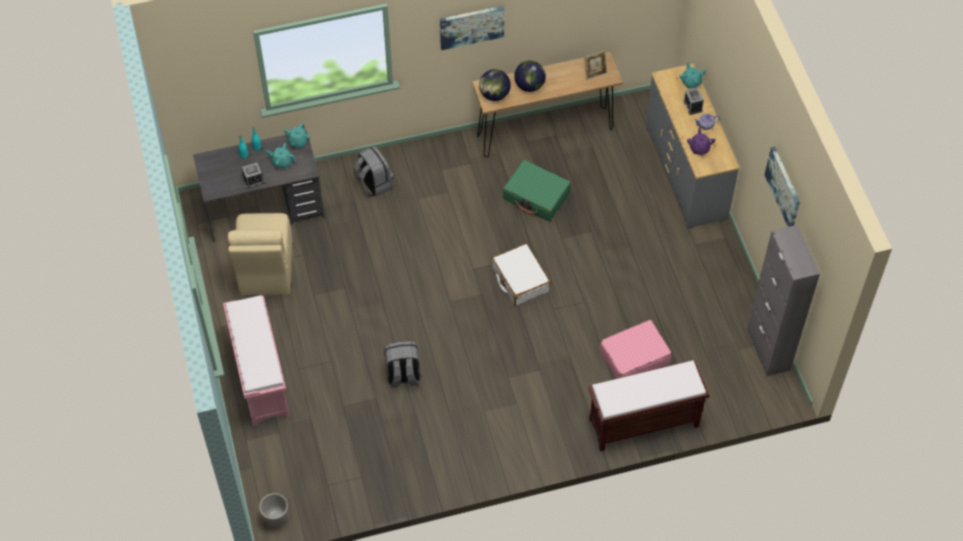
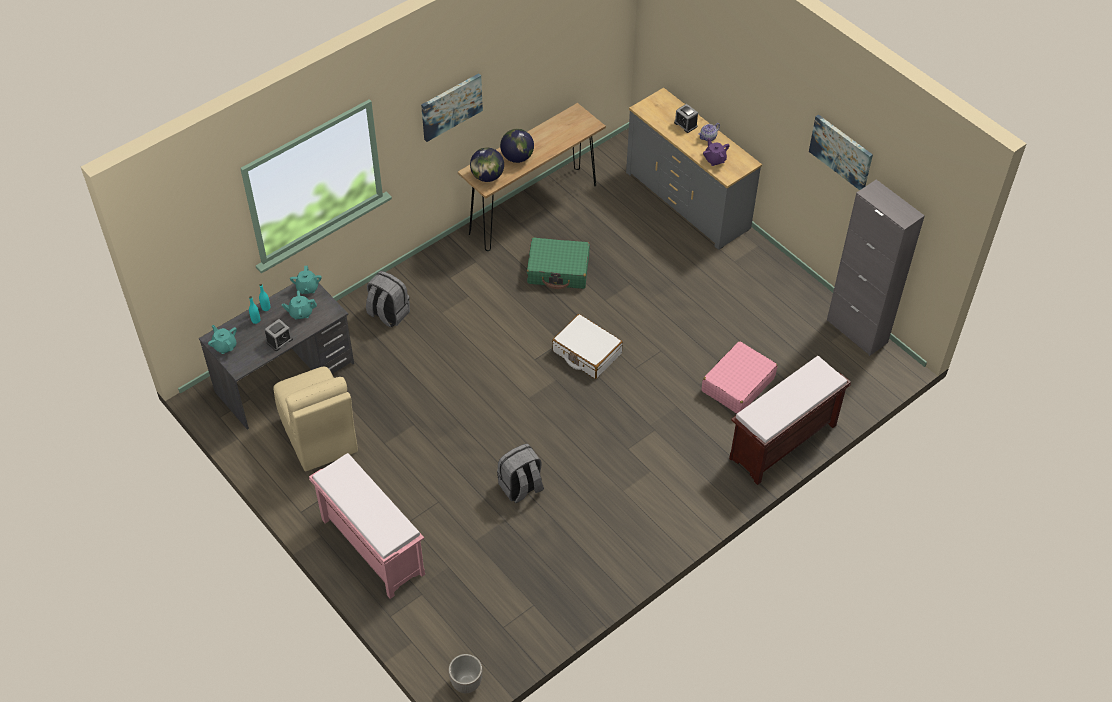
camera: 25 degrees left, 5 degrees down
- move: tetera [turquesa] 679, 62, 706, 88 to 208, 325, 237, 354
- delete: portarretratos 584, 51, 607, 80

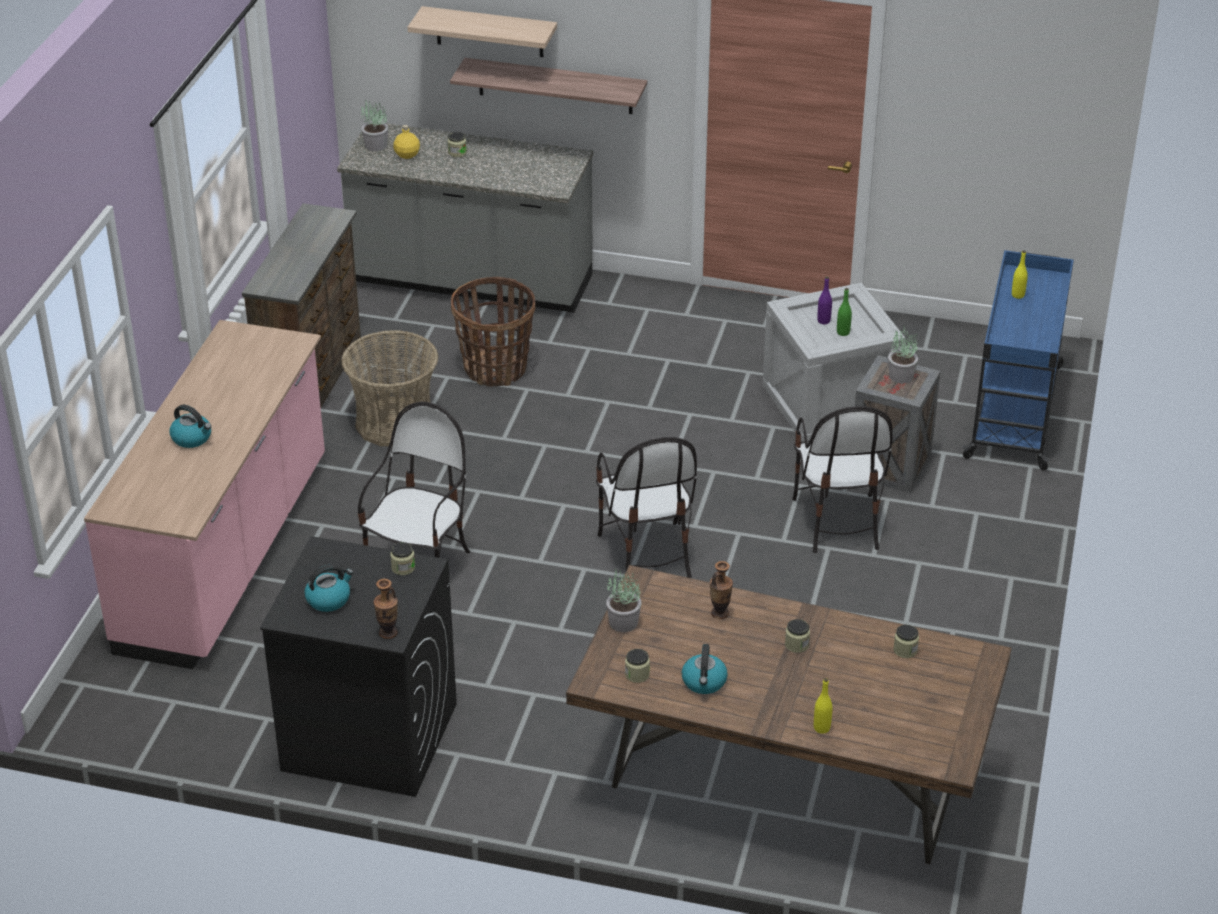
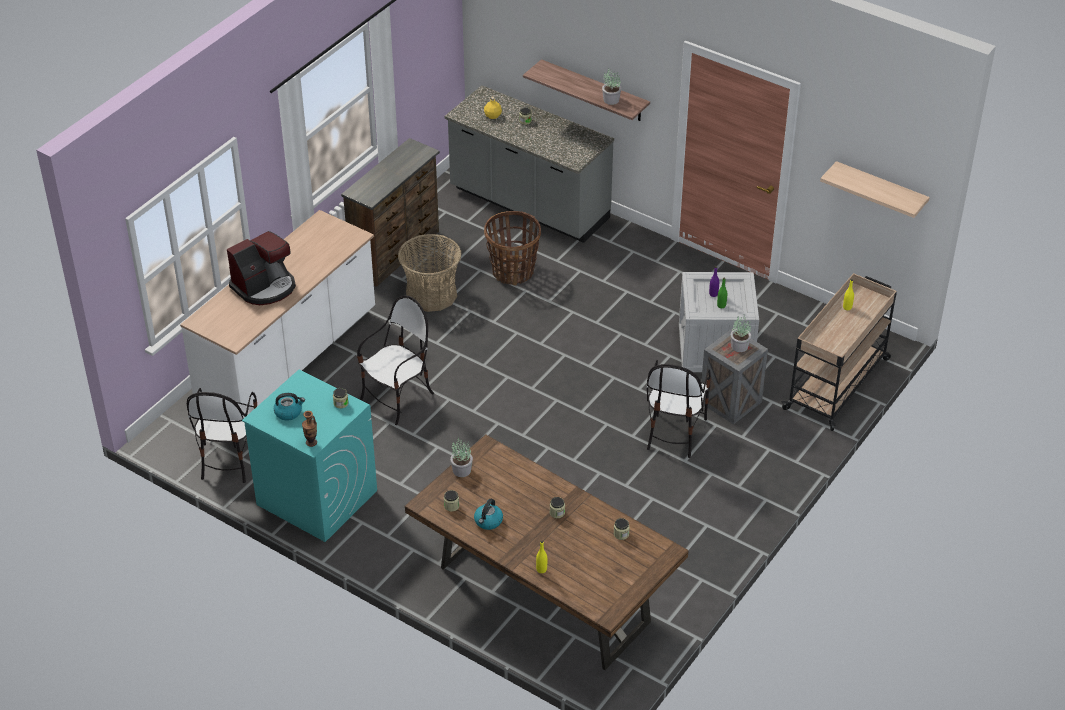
camera: 20 degrees right, 5 degrees up
- recolor: mueble bajo de cocina [rosa] 84, 320, 325, 669 to mueble bajo de cocina [blanco] 180, 210, 375, 406
- move: silla 596, 437, 697, 578 to 187, 388, 257, 483
- replace: hervidor 170, 405, 211, 448 to cafetera 227, 231, 296, 305
- recolor: lavadora [negro] 260, 536, 457, 797 to lavadora [turquesa] 242, 369, 377, 542
- move: planta en maceta 361, 100, 388, 151 to 602, 68, 621, 105
- recolor: carrito [azul] 962, 250, 1074, 471 to carrito [beis] 781, 273, 897, 431
- move: estante 408, 6, 557, 57 to 820, 161, 930, 218
- delete: florero 710, 561, 733, 619

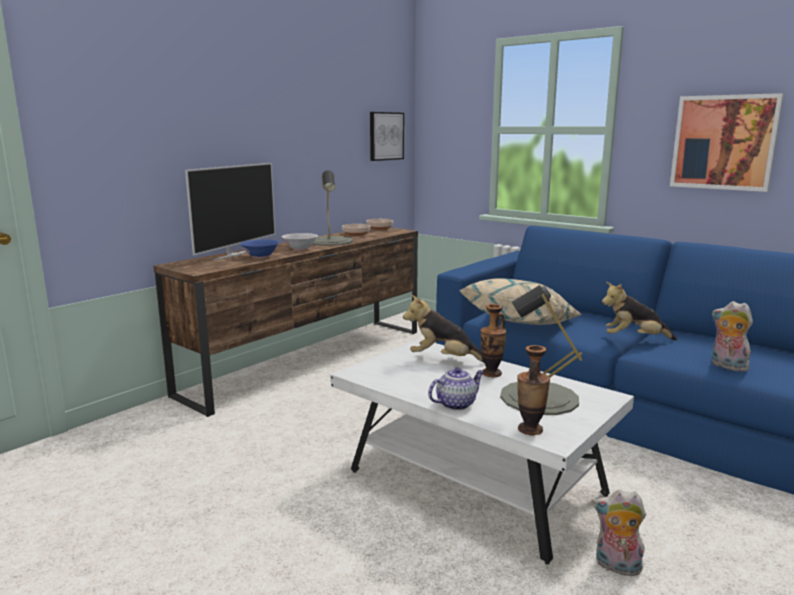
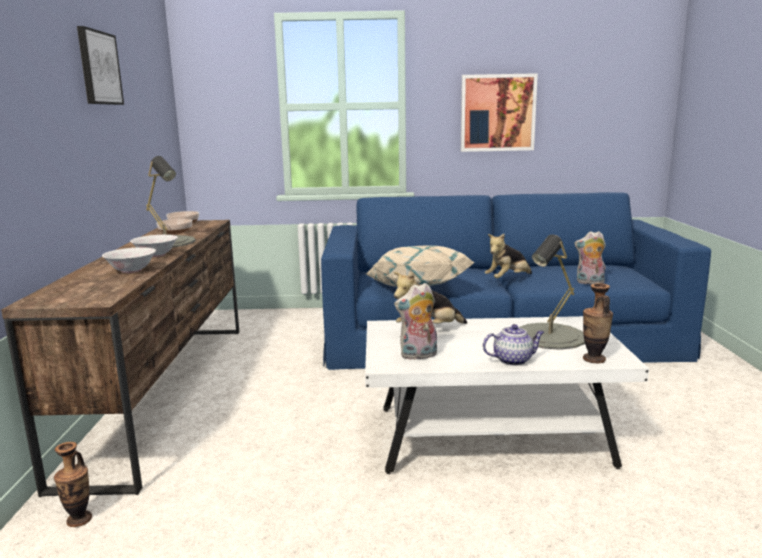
camera: 40 degrees left, 0 degrees up
- move: florero 480, 304, 507, 377 to 54, 442, 92, 527
- move: cuadro 370, 112, 404, 161 to 77, 26, 124, 105
- recolor: cuenco [azul] 240, 240, 279, 258 to cuenco [blanco] 102, 247, 156, 273
- move: peluche 593, 489, 646, 576 to 394, 283, 437, 360
- rotate: tetera 428, 367, 484, 410 = 483, 324, 544, 366 60 degrees clockwise
- delete: televisor 185, 163, 275, 261

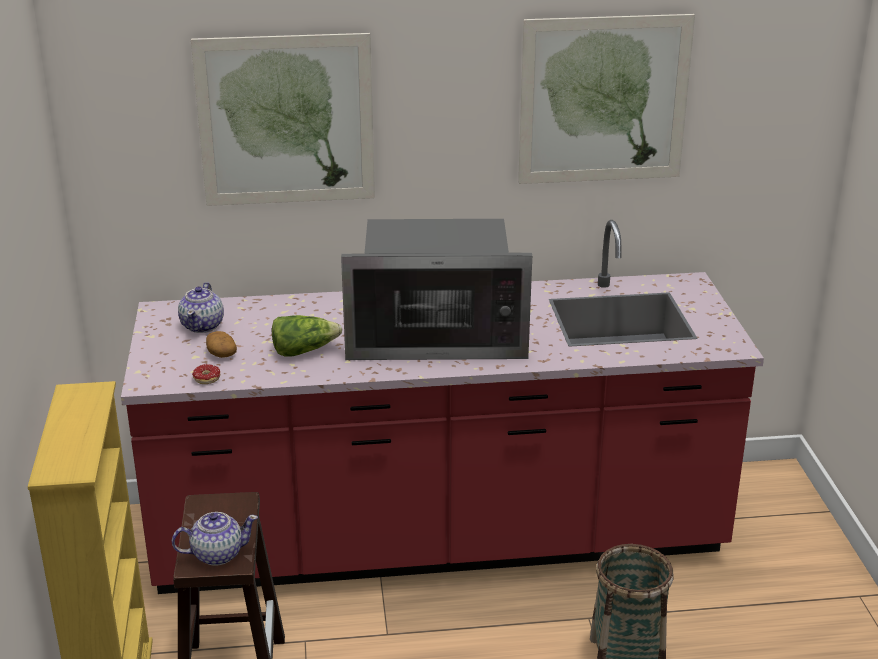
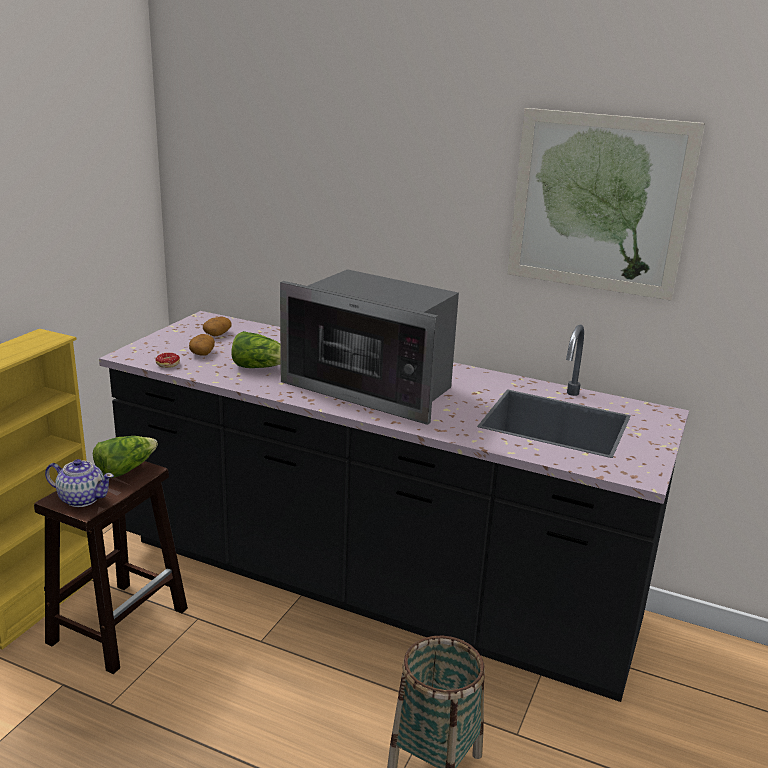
camera: 30 degrees right, 5 degrees down
- insert: lechuga 93, 436, 158, 478
- recolor: mueble bajo de cocina [rojo] 121, 220, 764, 594 to mueble bajo de cocina [negro] 99, 311, 689, 702
- replace: tetera 178, 282, 224, 333 to patata 203, 317, 232, 336
- delete: cuadro 191, 33, 375, 206

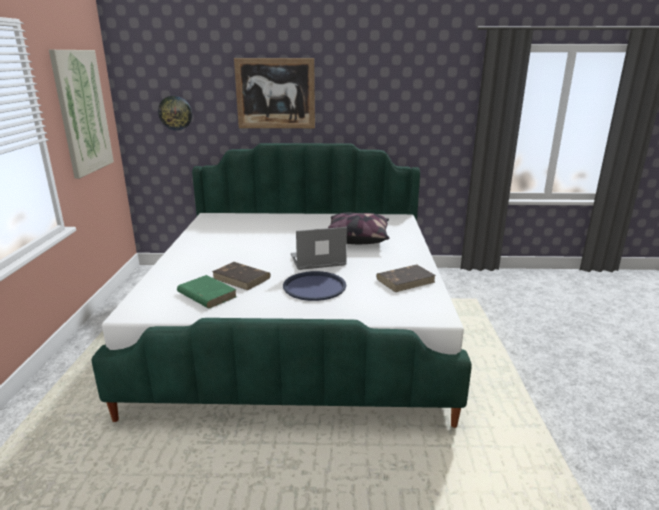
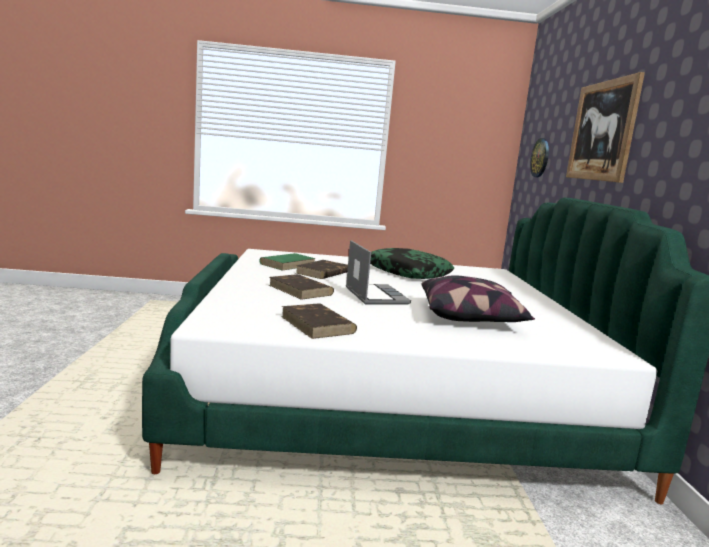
camera: 85 degrees right, 10 degrees down
- replace: bandeja [azul] 283, 271, 346, 301 to libro [marrón] 269, 274, 334, 300
- insert: cojín 370, 248, 454, 279
- delete: cuadro 49, 50, 114, 179

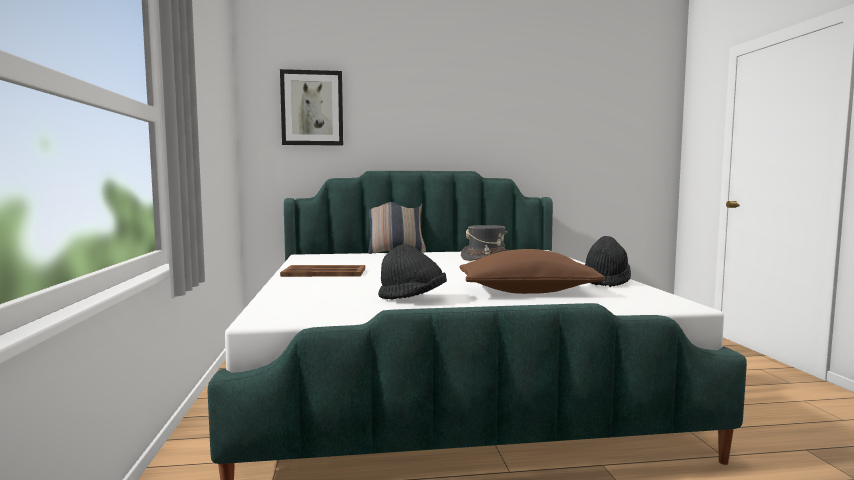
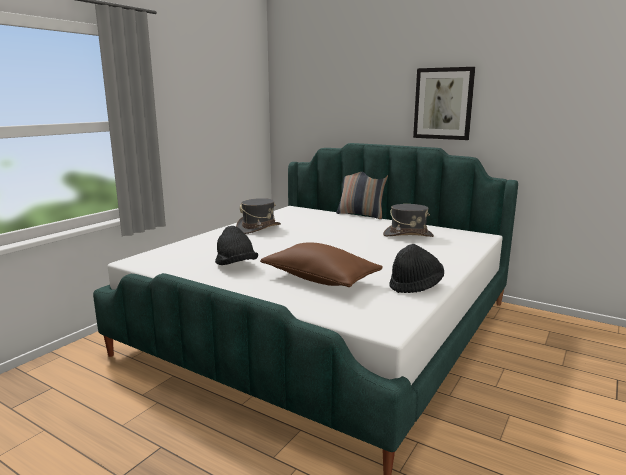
camera: 40 degrees right, 10 degrees up
- replace: bandeja [marrón] 280, 265, 365, 277 to sombrero [gris] 236, 198, 281, 234
- move: cuadro 280, 69, 343, 146 to 413, 67, 475, 140

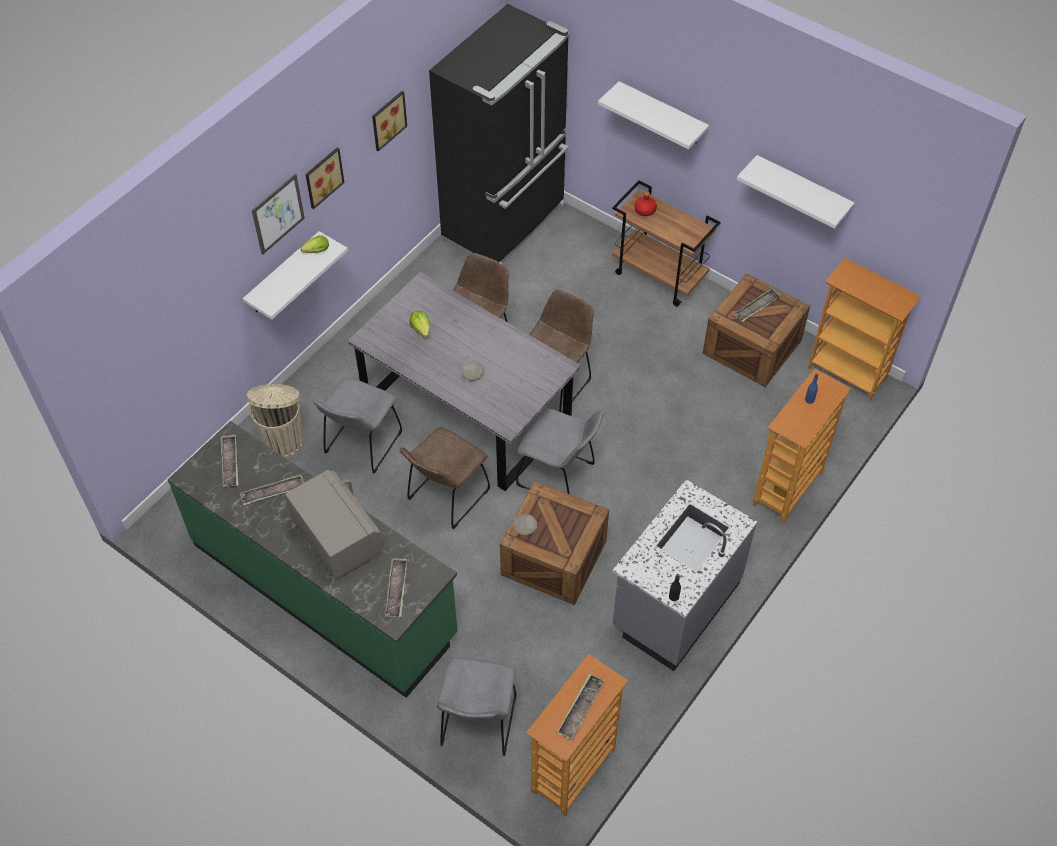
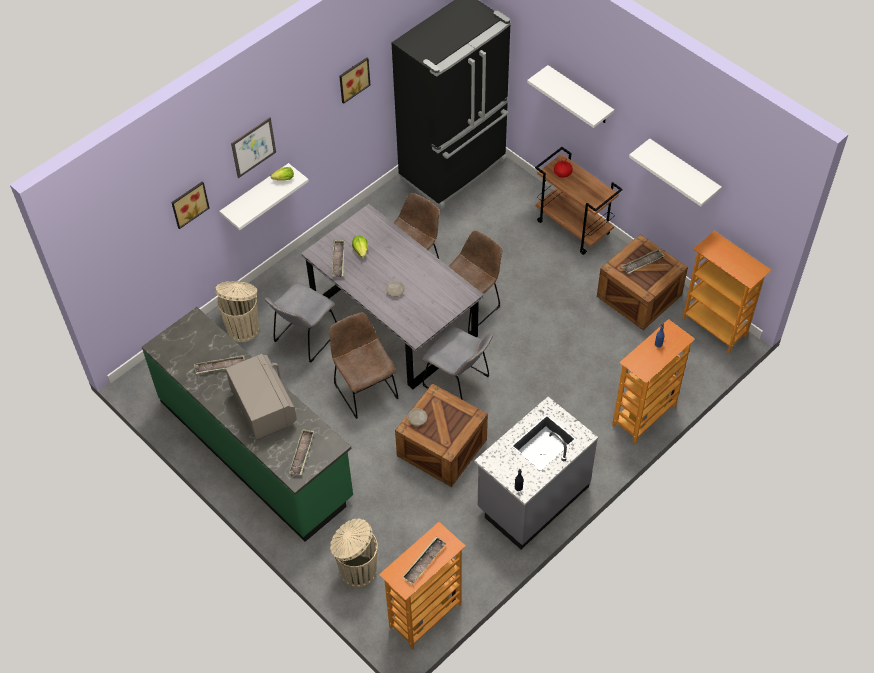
camera: 10 degrees right, 0 degrees up
- move: cuadro 305, 148, 344, 209 to 171, 182, 209, 229
- rotate: silla [marrón] 400, 427, 490, 529 = 329, 312, 398, 419 105 degrees clockwise
- replace: silla [gris] 437, 657, 516, 756 to papelera [beis] 330, 519, 378, 588
- move: bandeja 221, 435, 238, 487 to 332, 240, 344, 277

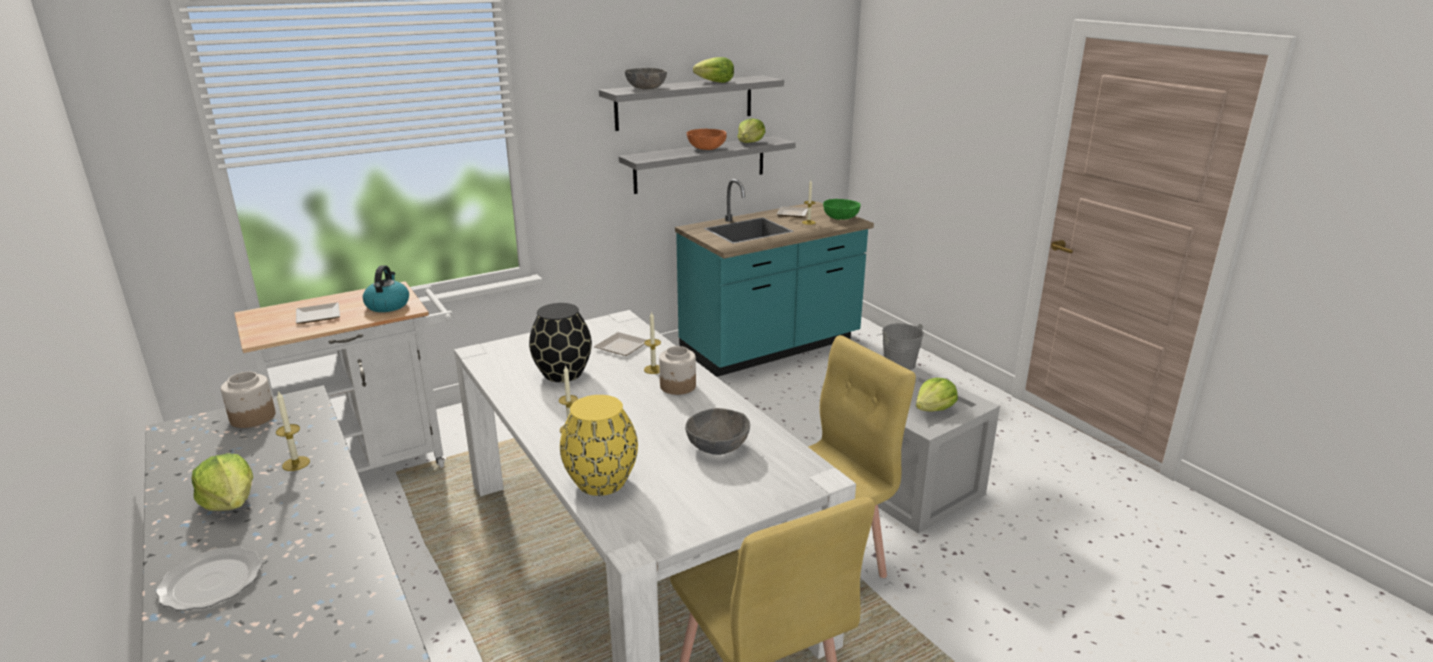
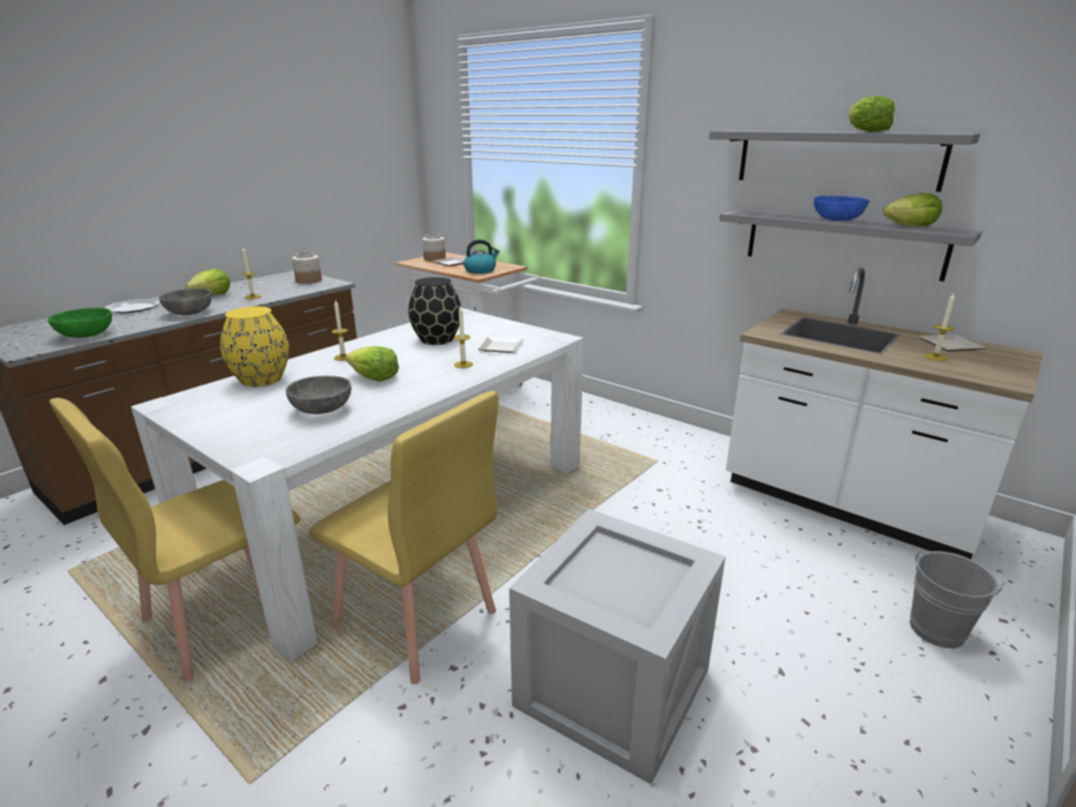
camera: 70 degrees right, 0 degrees up
- move: cuenco [verde] 823, 199, 861, 220 to 48, 307, 112, 338
- move: cuenco [gris] 625, 68, 667, 89 to 159, 288, 212, 315
- move: lechuga 916, 378, 958, 412 to 346, 346, 399, 382
- move: tarro 659, 346, 696, 395 to 422, 234, 446, 261
- recolor: mueble bajo de cocina [turquesa] 675, 179, 874, 377 to mueble bajo de cocina [blanco] 726, 268, 1043, 559
- recolor: cuenco [naranja] 687, 129, 727, 150 to cuenco [azul] 814, 196, 870, 221

